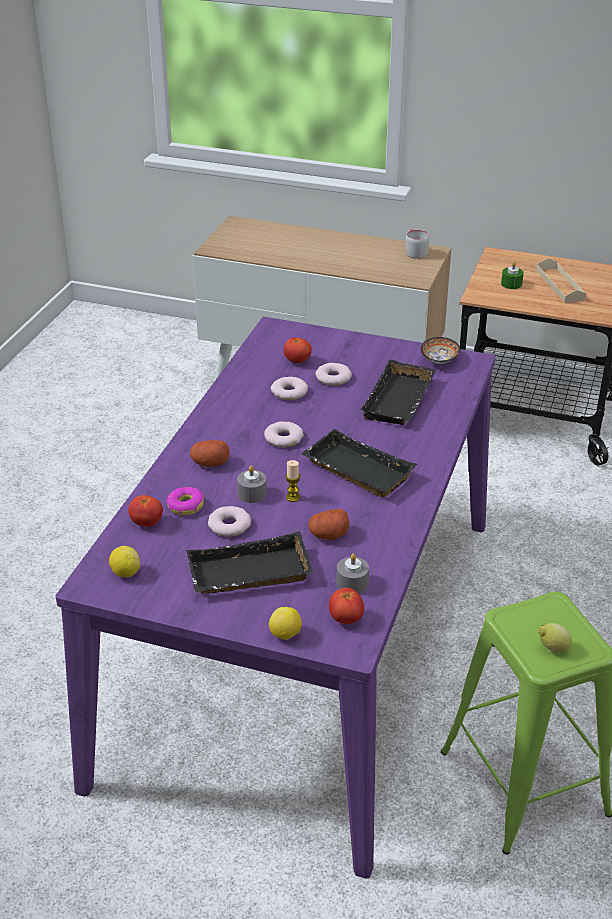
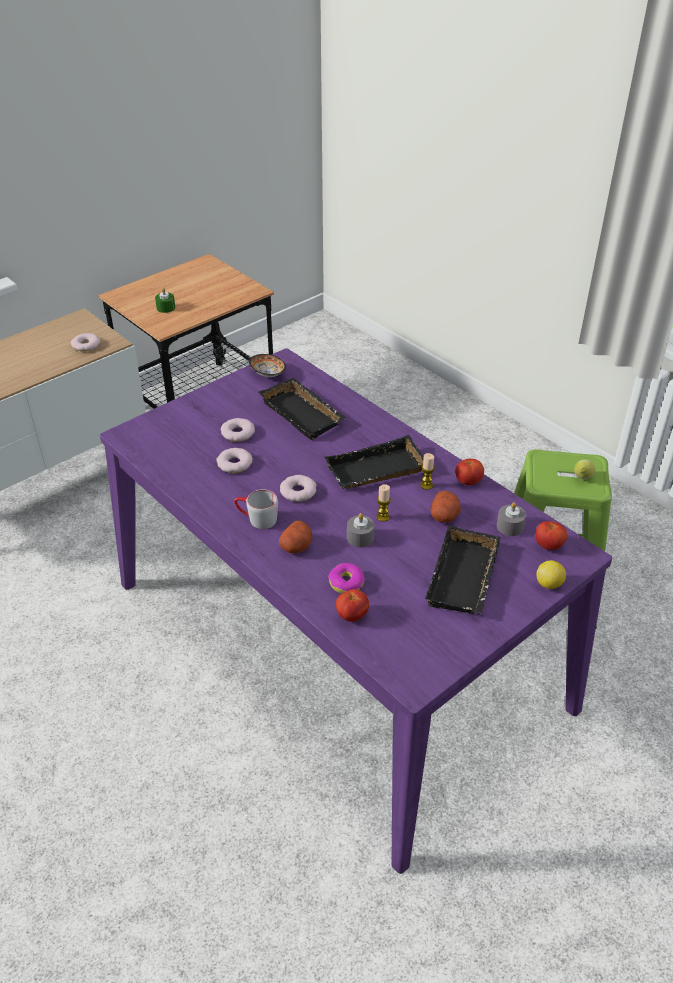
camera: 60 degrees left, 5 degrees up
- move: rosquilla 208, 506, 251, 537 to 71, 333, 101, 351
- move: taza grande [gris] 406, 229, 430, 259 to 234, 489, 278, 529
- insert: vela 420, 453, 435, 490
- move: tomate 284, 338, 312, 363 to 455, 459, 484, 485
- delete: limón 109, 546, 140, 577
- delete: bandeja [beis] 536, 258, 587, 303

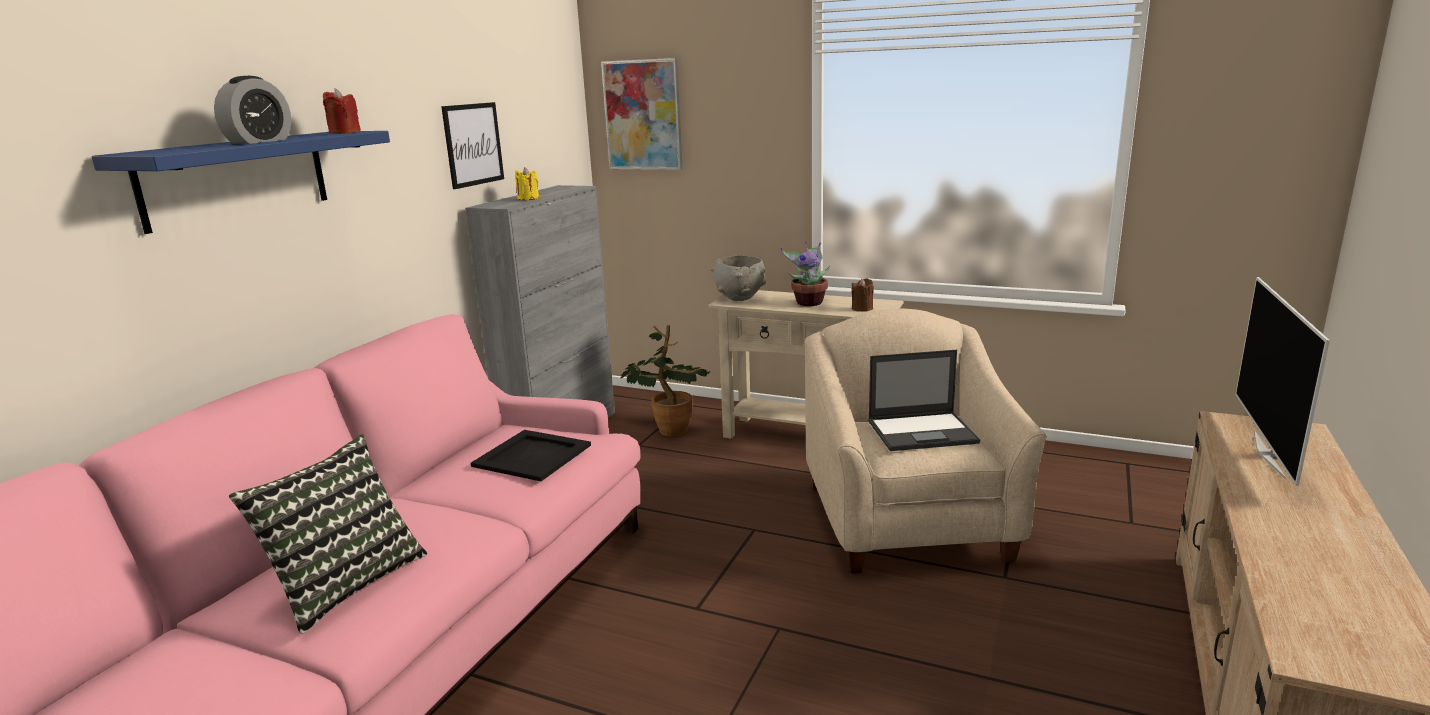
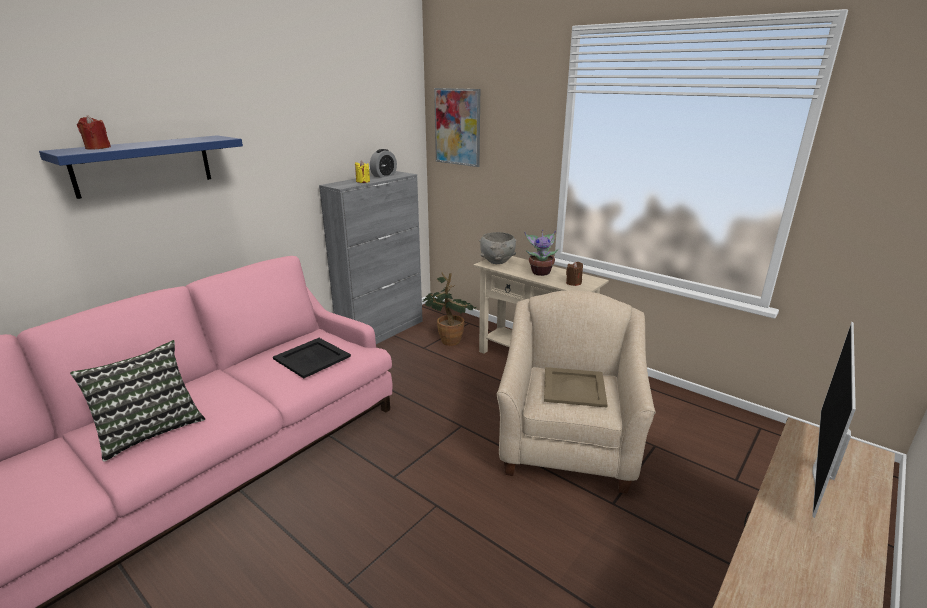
camera: 15 degrees right, 5 degrees up
- move: vela [rojo] 323, 88, 361, 134 to 77, 115, 111, 150
- move: despertador 214, 76, 291, 144 to 370, 149, 397, 178
- replace: portátil 868, 350, 980, 451 to bandeja [beis] 544, 367, 608, 408
- delete: cuadro 441, 102, 504, 189

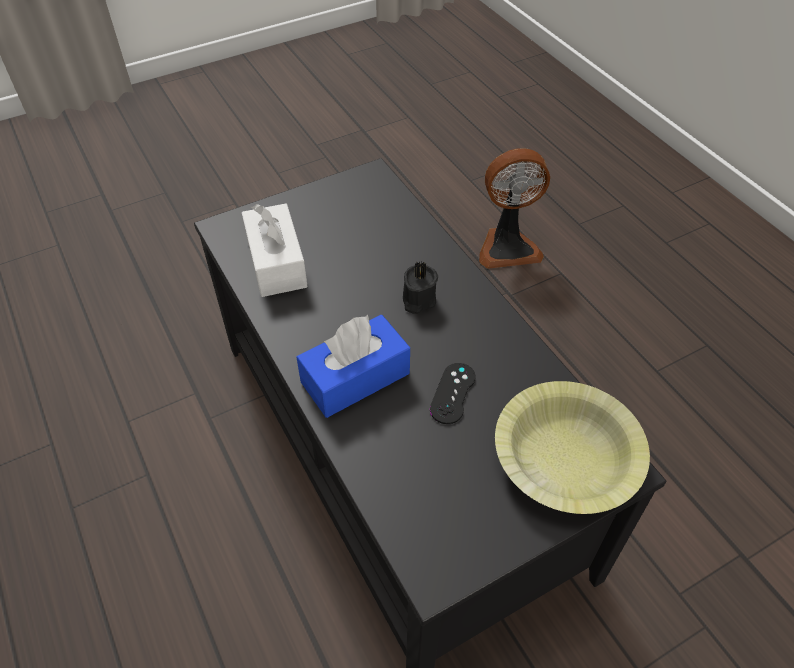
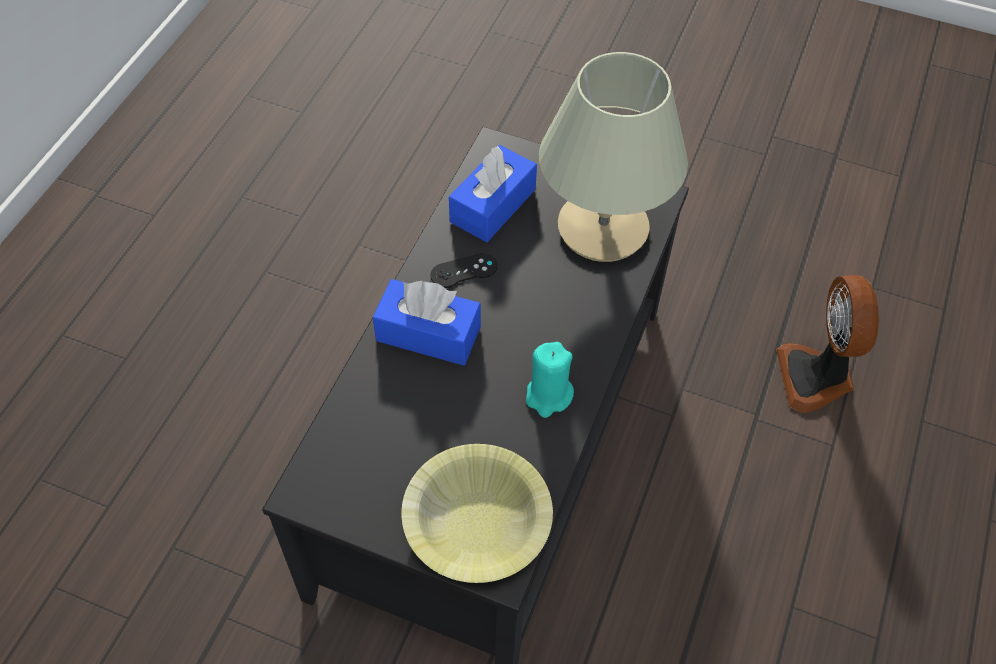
camera: 50 degrees right, 5 degrees up
- move: mando de consola [negro] 430, 363, 476, 424 to 430, 253, 498, 288
- recolor: caja de pañuelos [blanco] 242, 204, 308, 297 to caja de pañuelos [azul] 449, 145, 537, 242
- insert: vela [turquesa] 526, 342, 574, 418
- insert: lámpara de mesa [beis] 539, 52, 688, 262
- rotate: ventilador 479, 148, 550, 269 = 776, 275, 879, 413 45 degrees clockwise
- delete: vela [negro] 403, 262, 438, 314

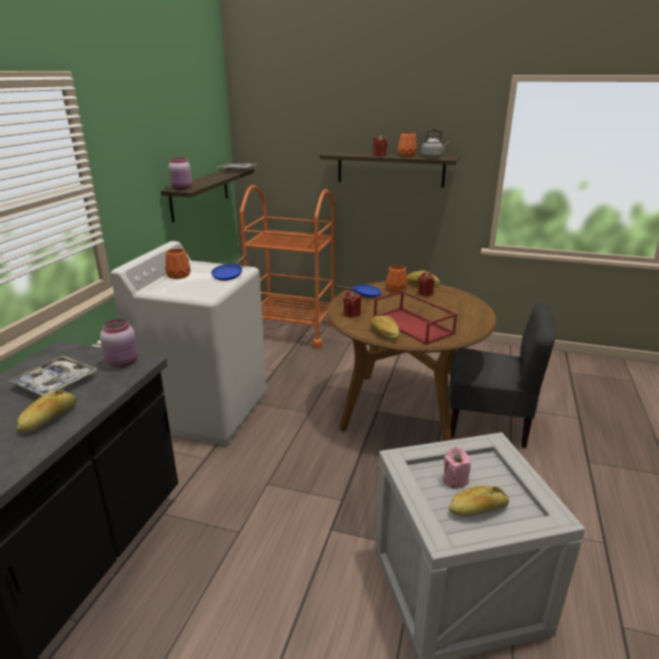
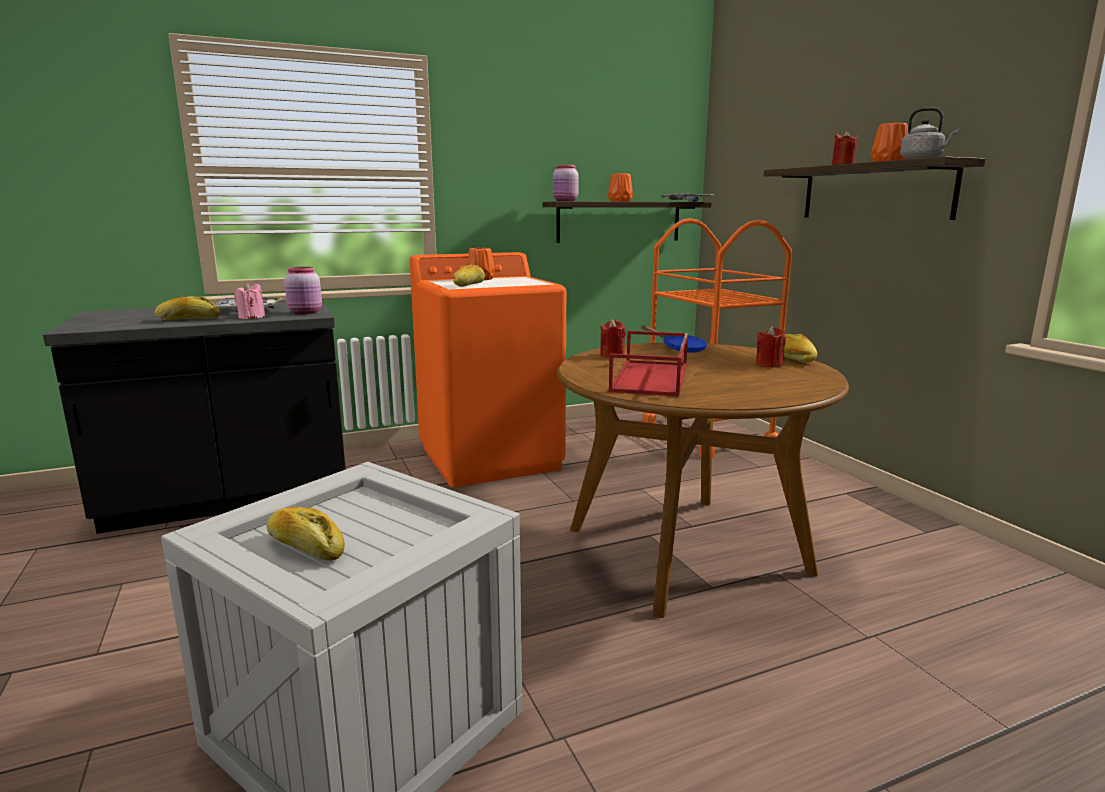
camera: 50 degrees right, 10 degrees down
- move: vela [rosa] 443, 447, 471, 488 to 234, 282, 265, 319
- recolor: lavadora [blanco] 111, 241, 266, 446 to lavadora [naranja] 410, 252, 566, 487
- move: pan 370, 315, 400, 340 to 452, 265, 485, 287
- move: florero [naranja] 386, 265, 408, 292 to 608, 173, 633, 202
- delete: sartén [azul] 211, 254, 247, 281
- delete: silla [gris] 449, 303, 555, 448

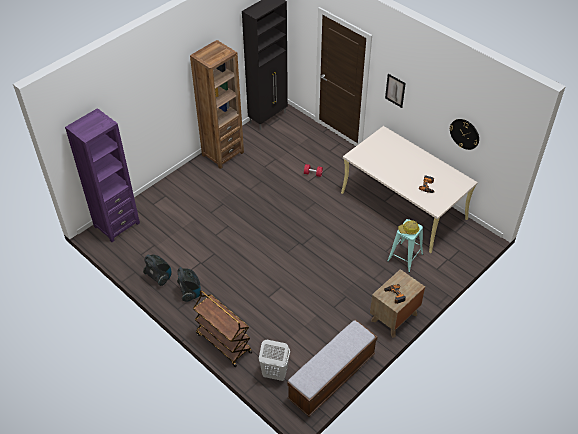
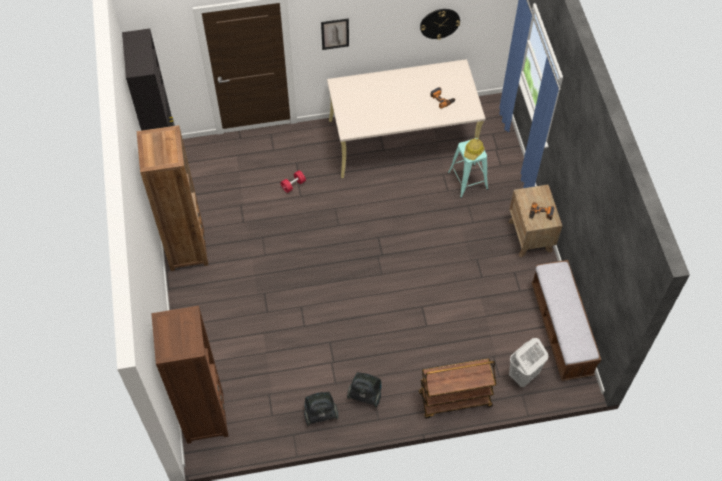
camera: 55 degrees left, 10 degrees up
- recolor: estantería [morado] 65, 108, 140, 242 to estantería [marrón] 151, 306, 229, 444

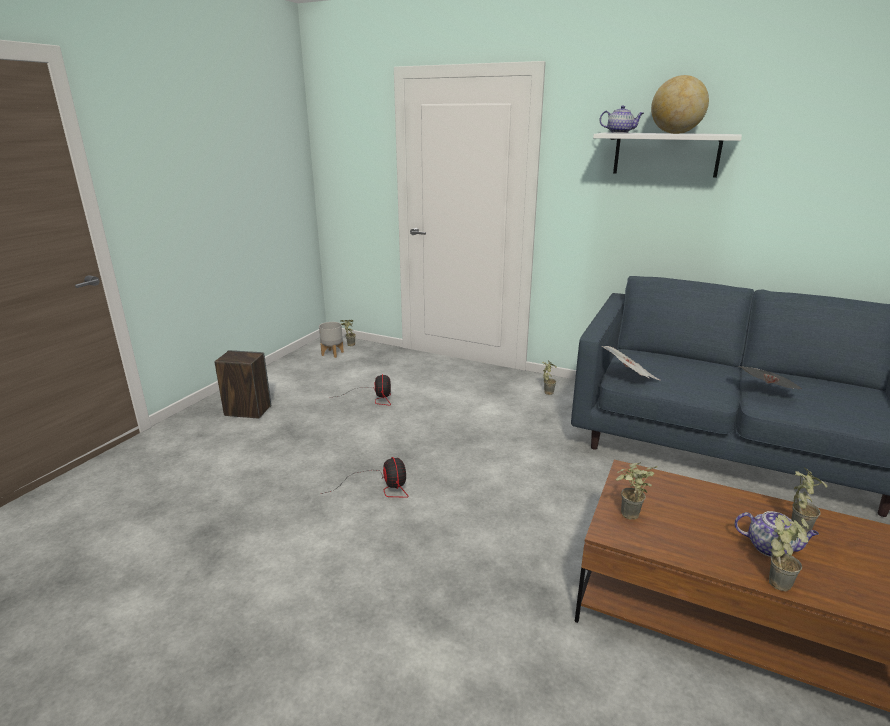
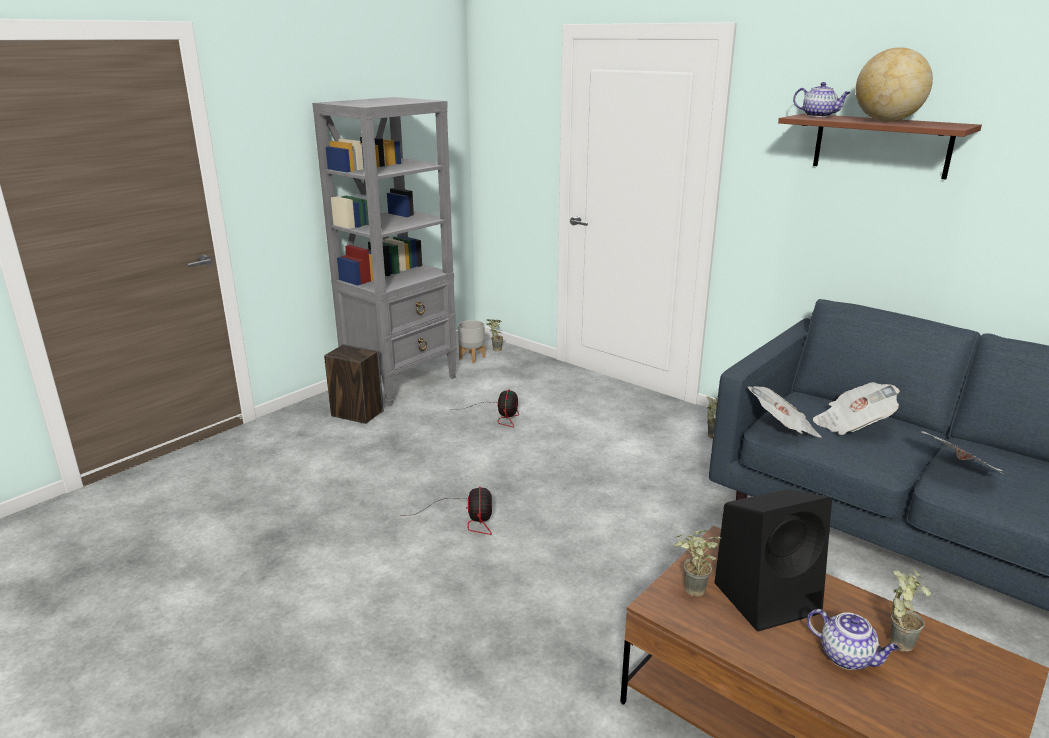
camera: 15 degrees right, 0 degrees up
- insert: estantería [gris] 312, 97, 457, 407
- insert: altavoz [negro] 714, 489, 832, 631
- recolor: estante [blanco] 593, 132, 742, 178 to estante [marrón] 778, 114, 982, 180
- insert: periódico 813, 382, 900, 435
- delete: planta en maceta 769, 515, 809, 591

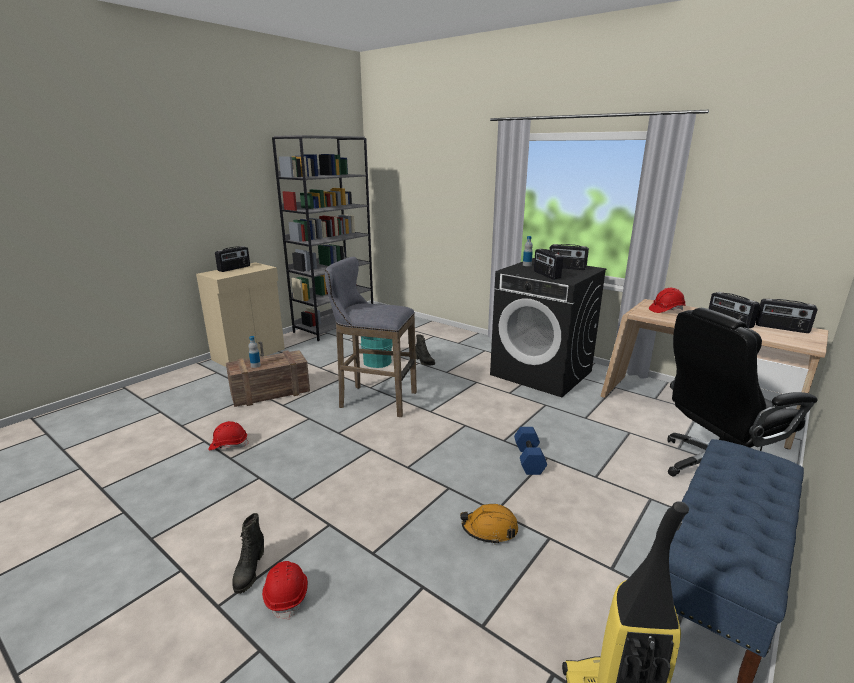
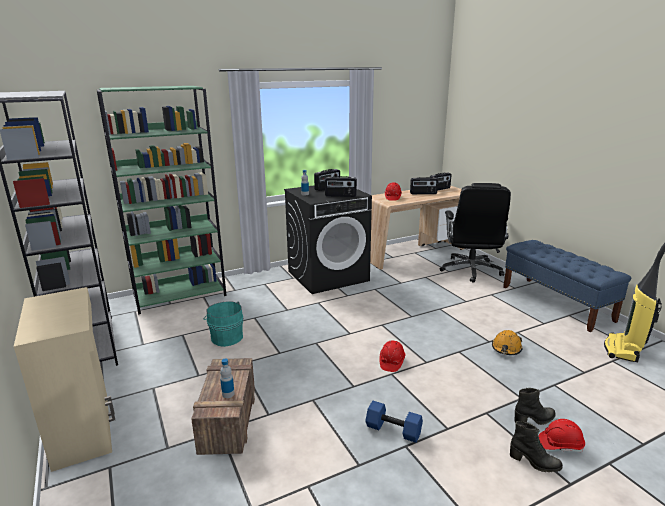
camera: 65 degrees left, 0 degrees up
- insert: estantería [verde] 97, 86, 227, 314
- move: mancuerna [azul] 514, 427, 547, 475 to 365, 401, 423, 443
- move: casco [rojo] 209, 421, 248, 451 to 379, 340, 405, 372
- move: bota [negro] 415, 334, 435, 366 to 514, 388, 556, 425
- delete: radio 215, 246, 250, 272
- delete: taburete [gris] 325, 257, 417, 417

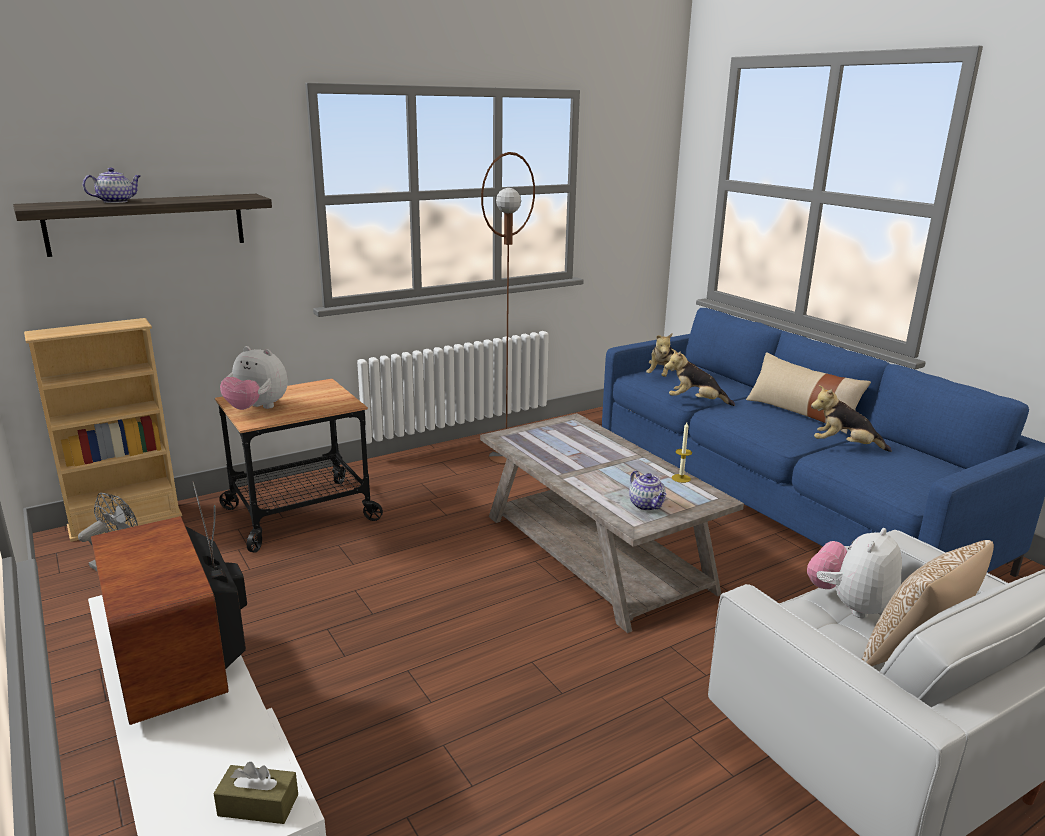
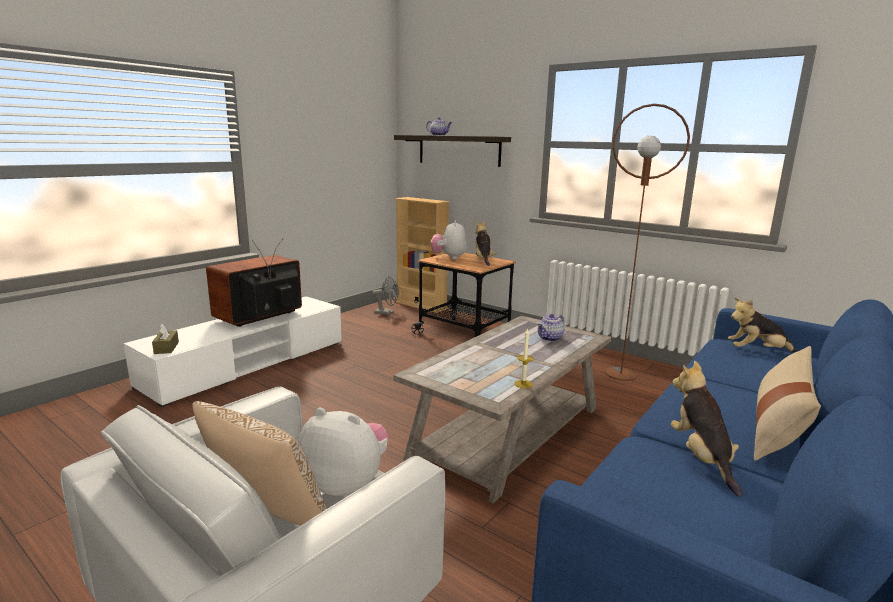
camera: 70 degrees right, 5 degrees down
- move: peluche 665, 348, 735, 406 to 475, 222, 496, 266
- move: tetera 629, 471, 667, 511 to 538, 314, 564, 341

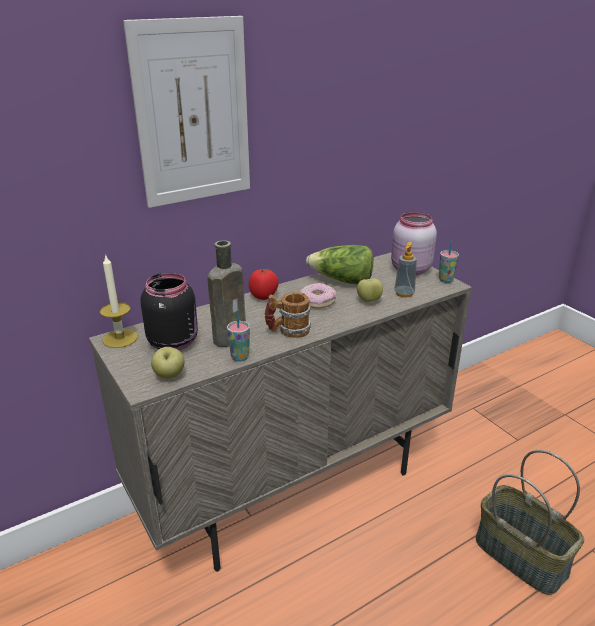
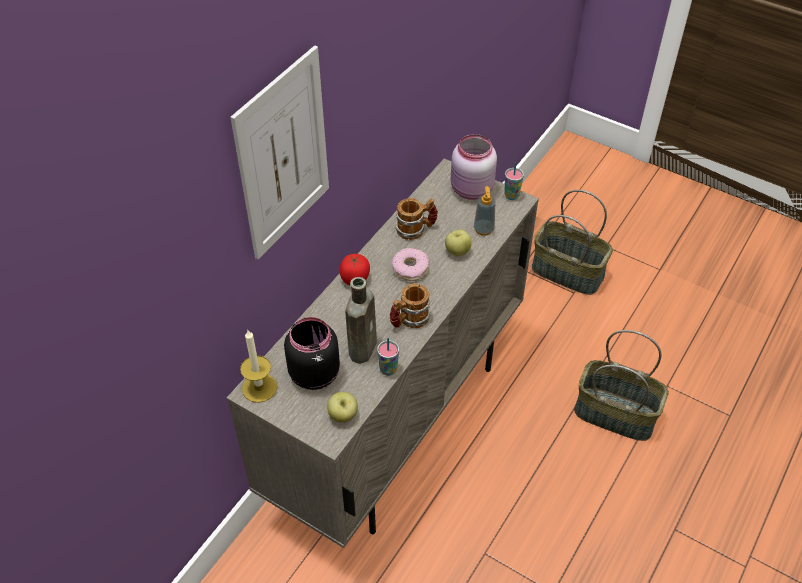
camera: 25 degrees left, 20 degrees up
- replace: lechuga 306, 245, 373, 285 to taza grande 395, 198, 438, 240
- insert: cesta 532, 190, 613, 295

